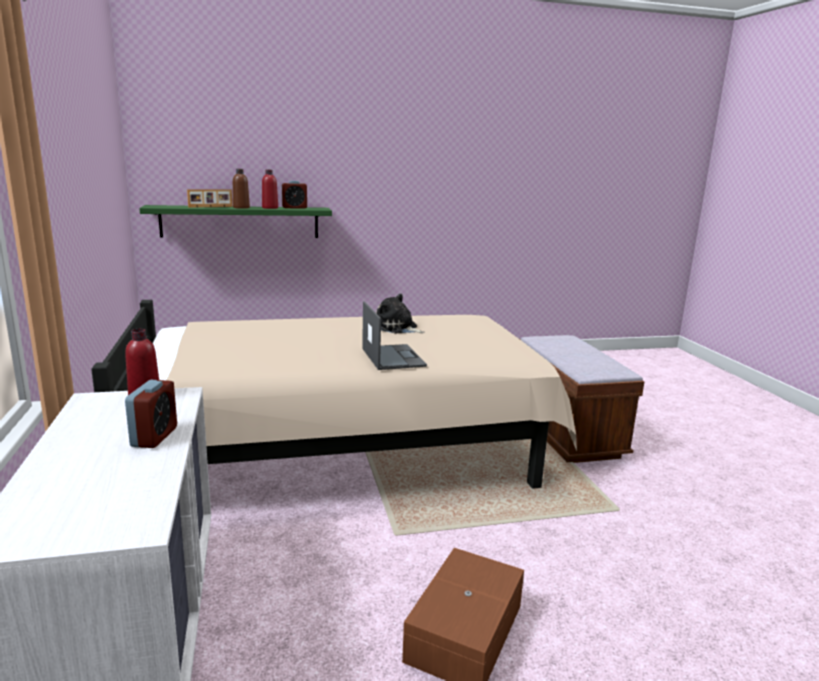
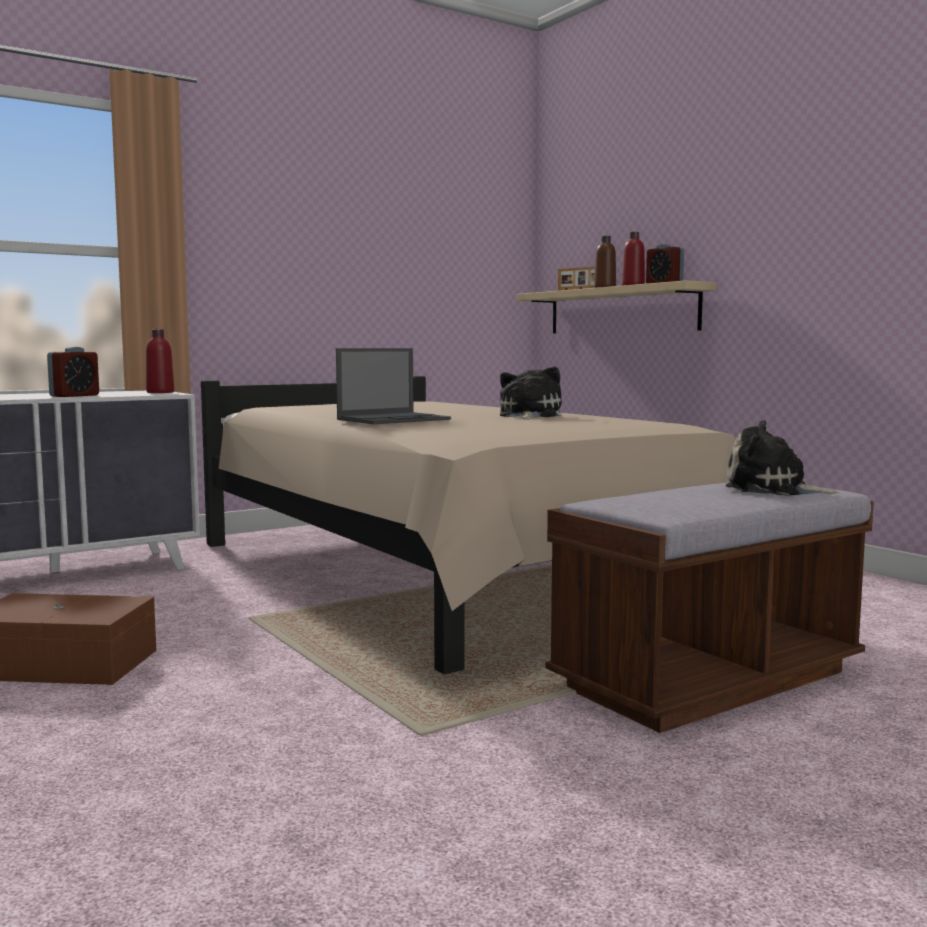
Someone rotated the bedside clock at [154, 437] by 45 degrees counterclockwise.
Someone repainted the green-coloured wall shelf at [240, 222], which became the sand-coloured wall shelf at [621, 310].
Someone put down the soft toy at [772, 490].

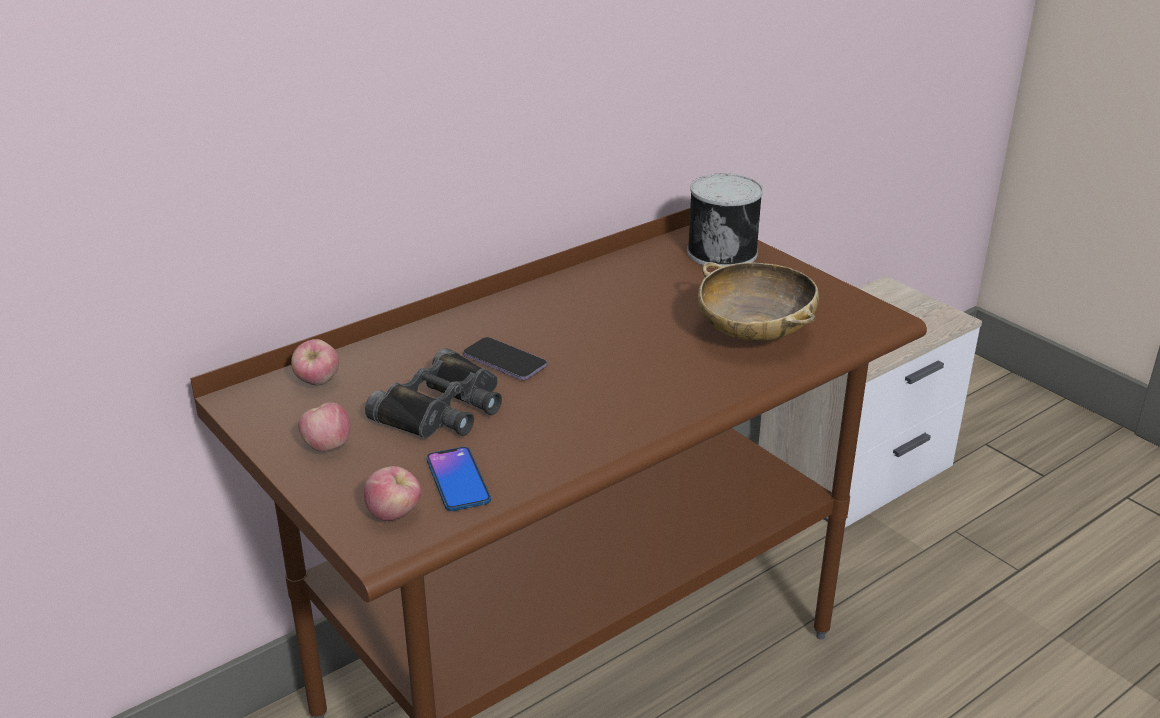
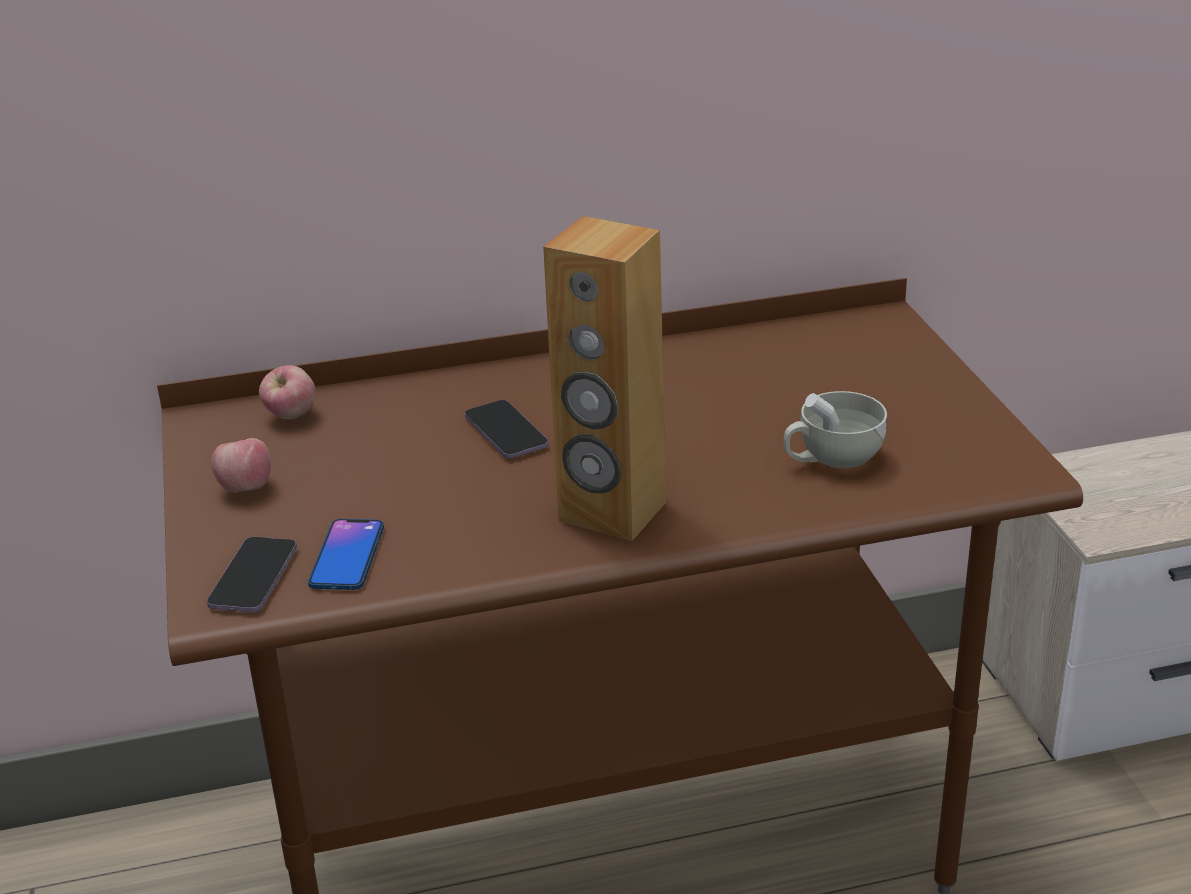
Someone swapped the apple fruit at [394, 514] for the phone at [253, 578].
Someone put down the brown-coloured speaker at [611, 512].
Someone swapped the sand-coloured serving bowl at [754, 334] for the whitish small cup at [831, 459].
Someone took away the black pair of binoculars at [443, 409].
Someone took away the can at [723, 252].

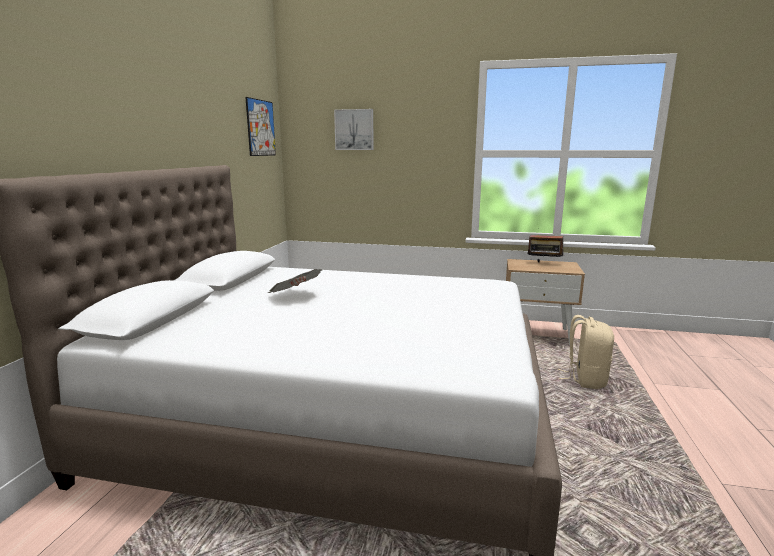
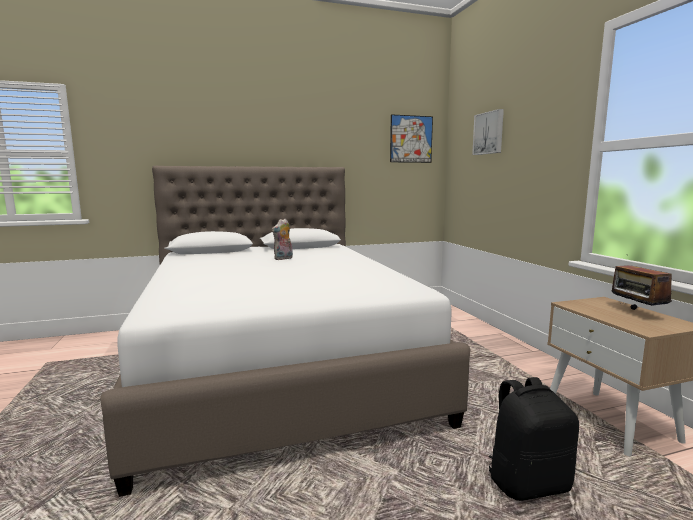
Someone swapped the daily paper at [295, 295] for the soft toy at [283, 258].
Someone repainted the sand-coloured knapsack at [585, 379], which became the black knapsack at [528, 483].

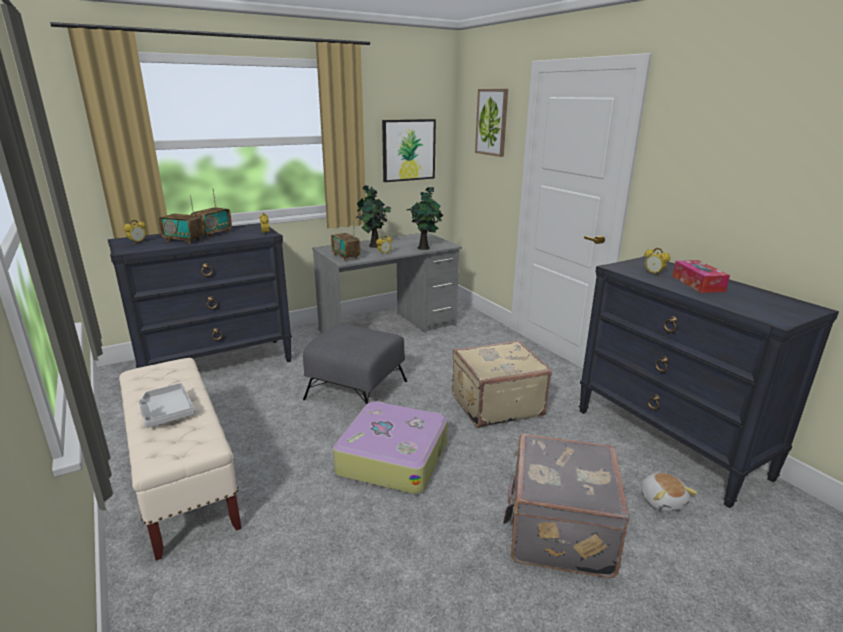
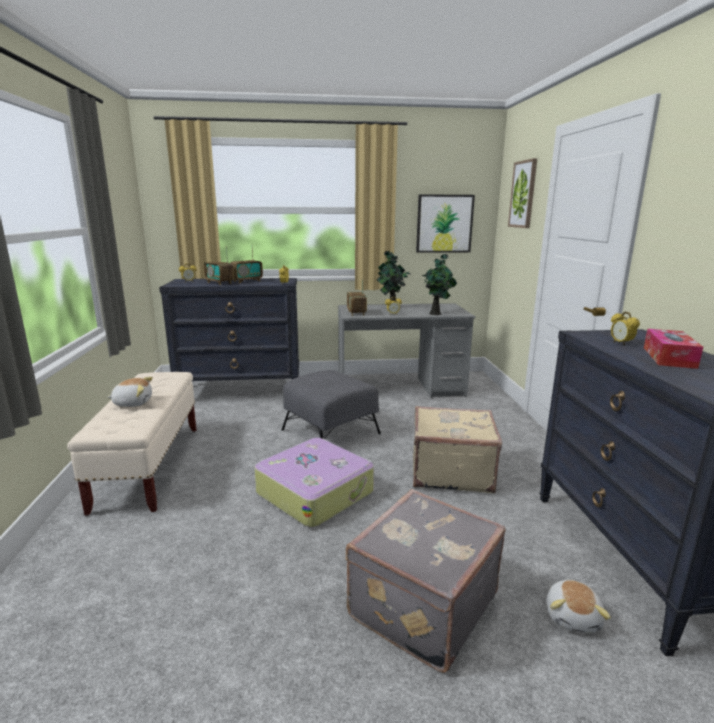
Someone swapped the gray serving tray at [167, 412] for the soft toy at [133, 403].

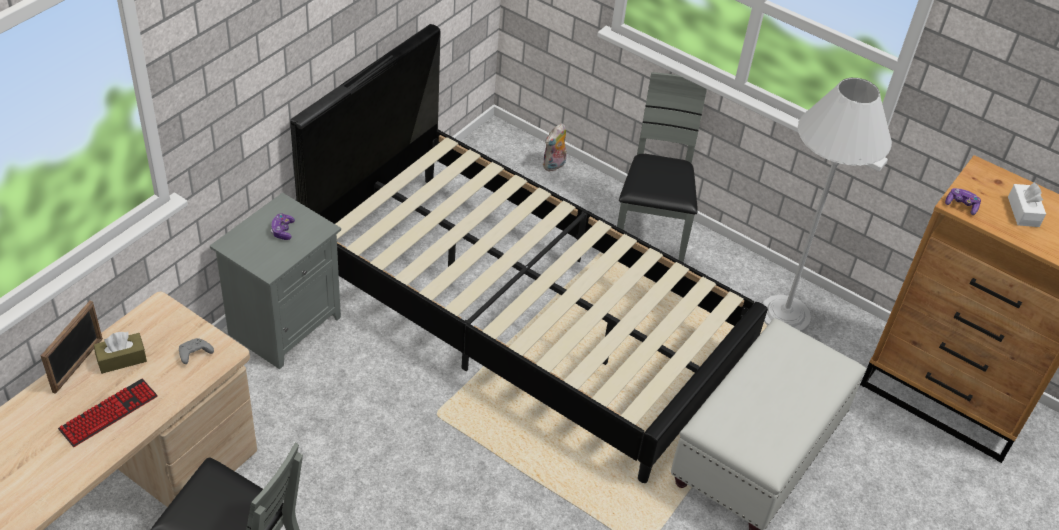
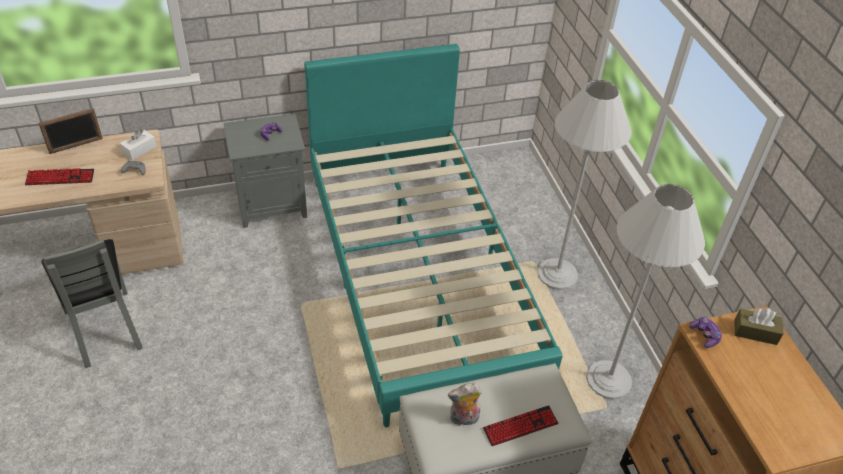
Someone carried the whitish box of tissues from [1023, 212] to [139, 150].
Someone repainted the black sleeping bed at [523, 314], which became the turquoise-coloured sleeping bed at [419, 275].
Someone carried the soft toy from [554, 166] to [463, 419].
Someone put down the keyboard at [520, 426].
Someone swapped the gray chair at [649, 239] for the whitish floor lamp at [557, 274].
Someone carried the brown-coloured box of tissues from [121, 359] to [755, 332].

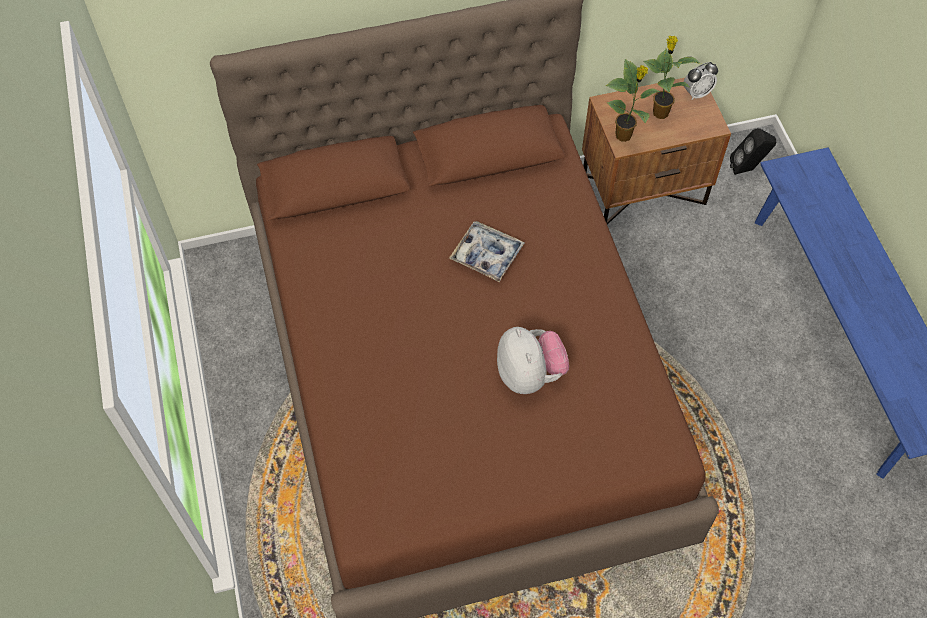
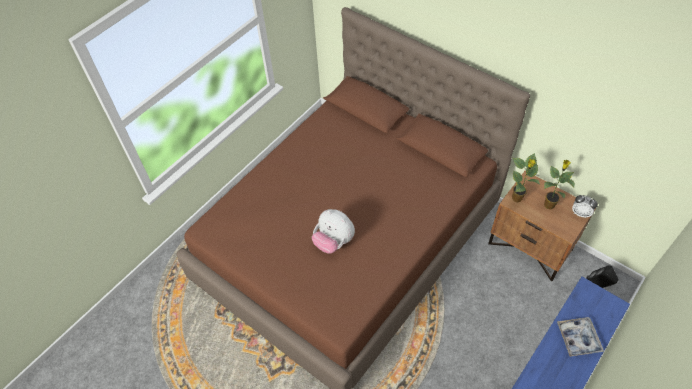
Someone rotated the soft toy at [530, 374] by 90 degrees clockwise.
Someone carried the serving tray from [486, 255] to [578, 338].

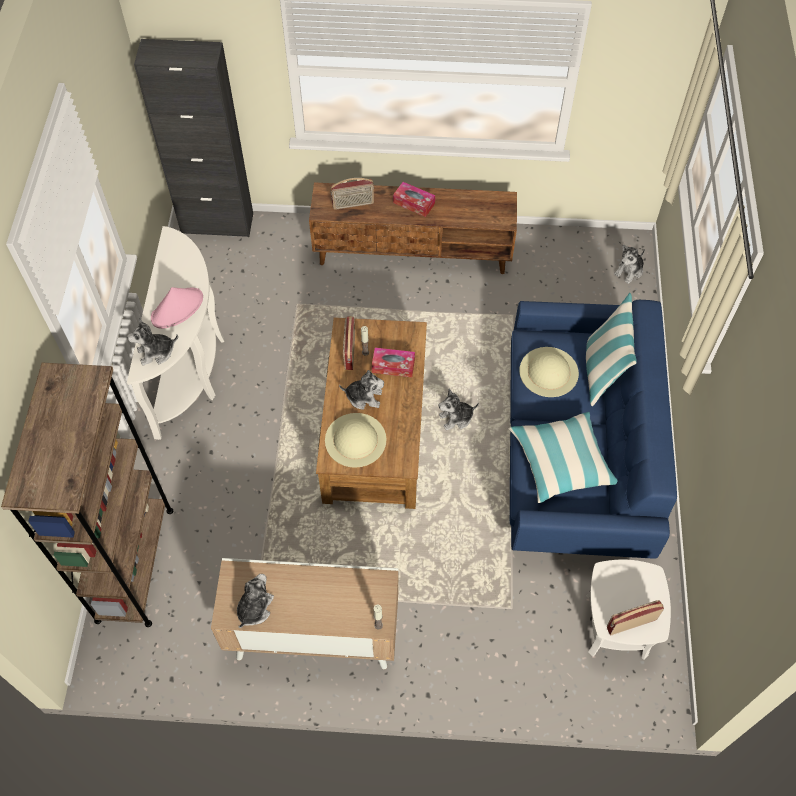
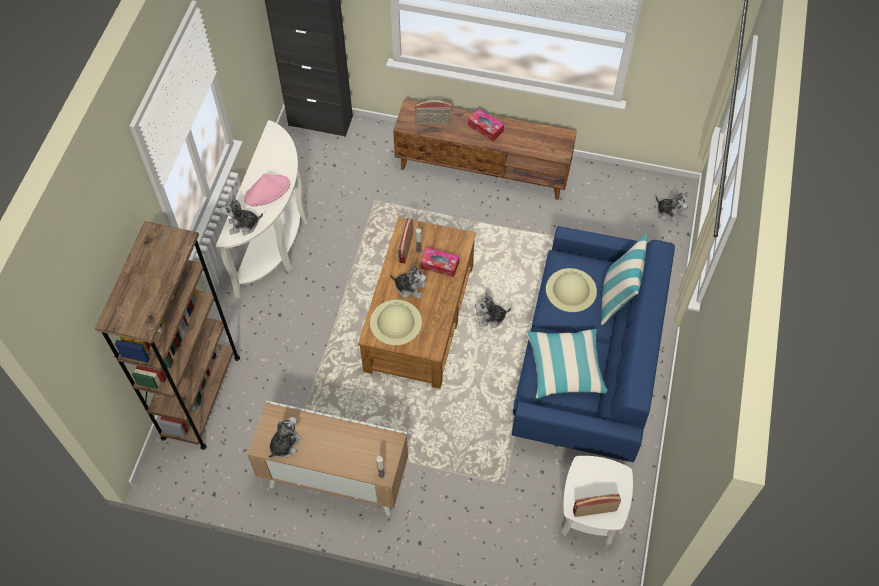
Someone rotated the soft toy at [629, 271] by 105 degrees counterclockwise.

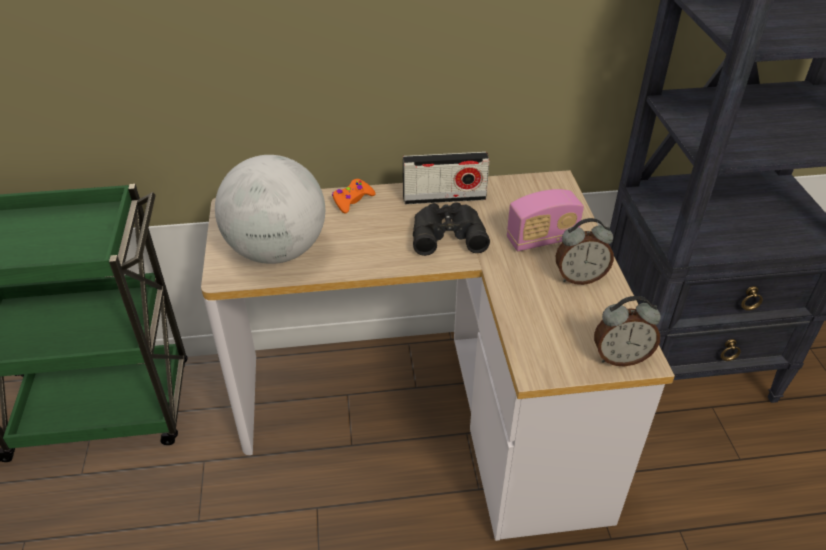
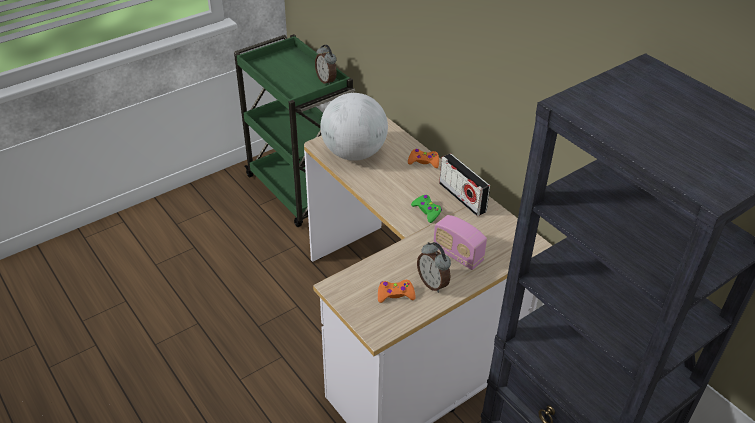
Someone carried the bedside clock from [620, 357] to [326, 80].
Someone put down the orangey game controller at [395, 294].
Someone swapped the black pair of binoculars at [447, 233] for the green-coloured game controller at [427, 211].

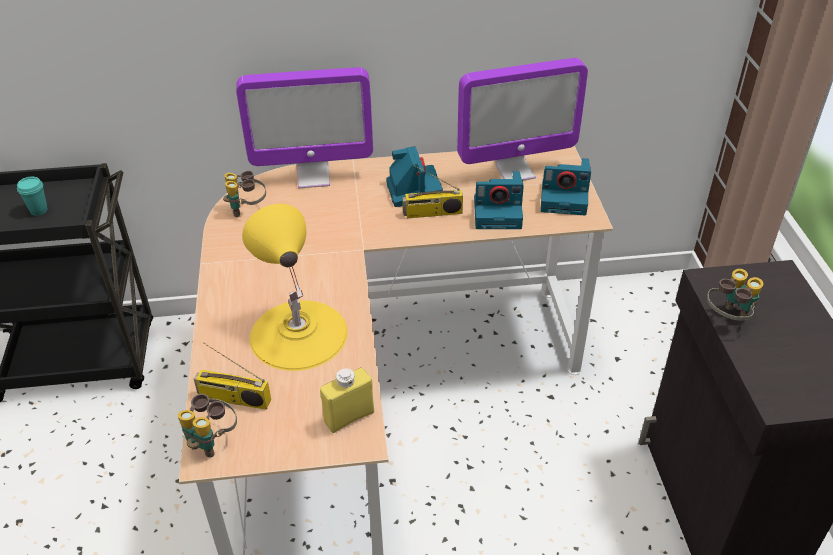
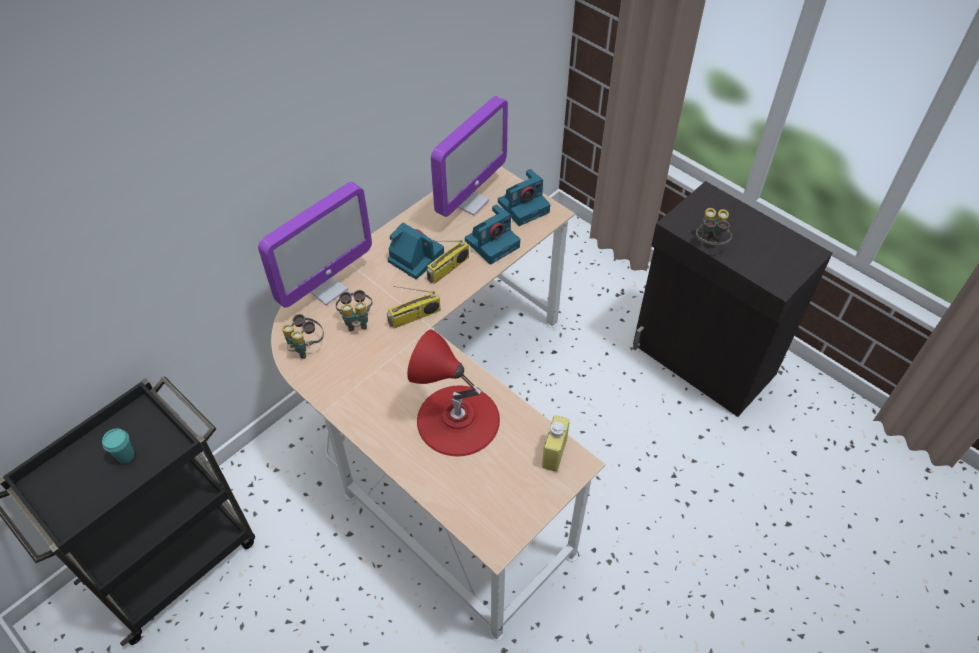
Someone carried the pair of binoculars from [211, 440] to [357, 321].
Someone carried the radio set from [233, 399] to [414, 317].
Someone repainted the yellow tabletop lamp at [298, 334], which became the red tabletop lamp at [457, 420].

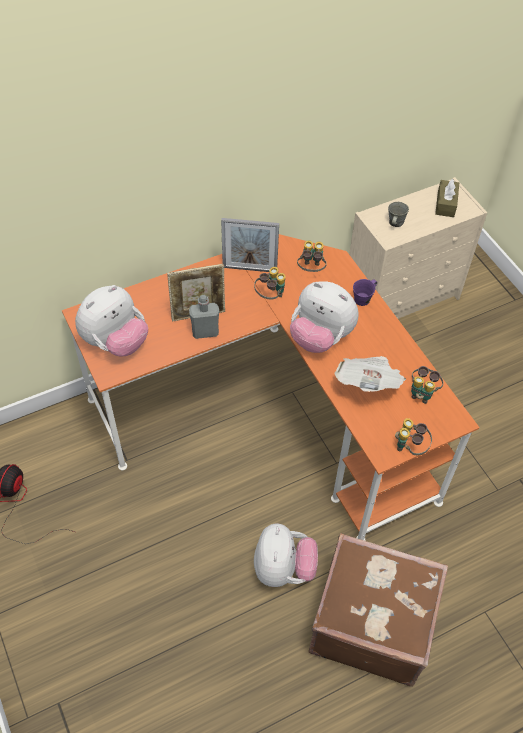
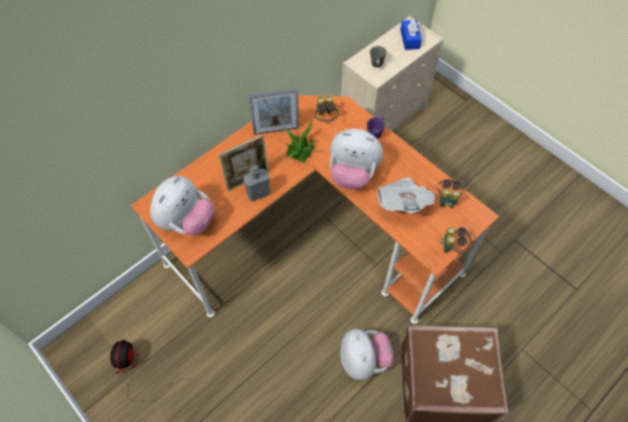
Someone swapped the pair of binoculars at [270, 296] for the plant in a pot at [301, 149].
Someone repainted the brown-coloured box of tissues at [445, 204], which became the blue box of tissues at [410, 39].

